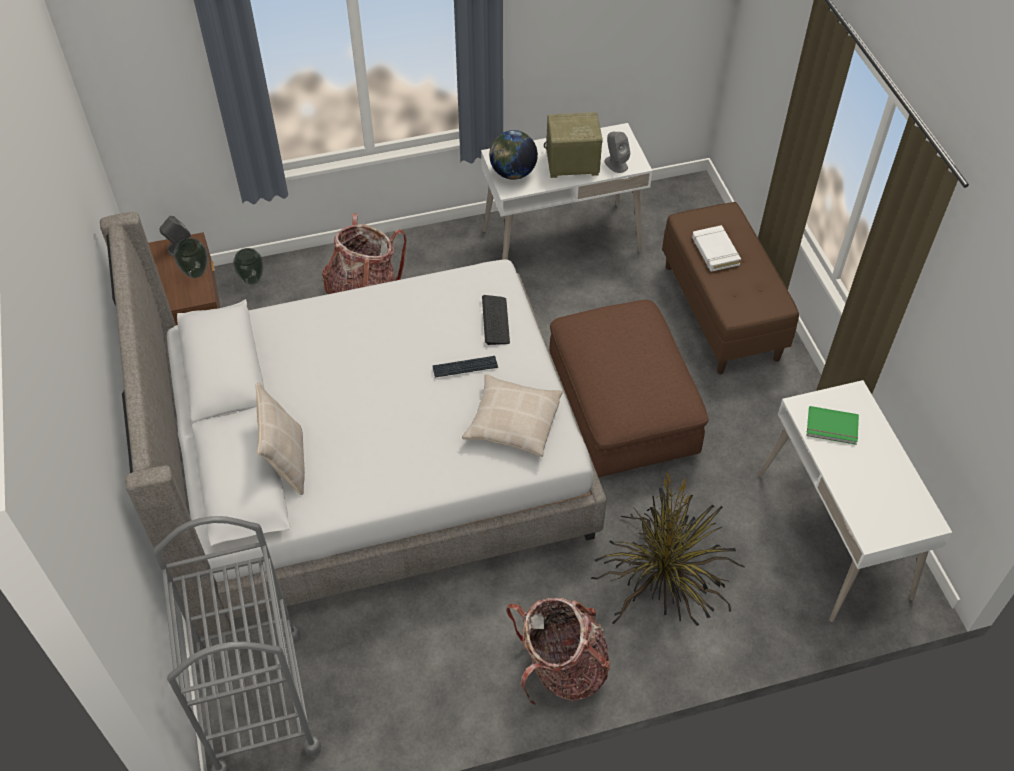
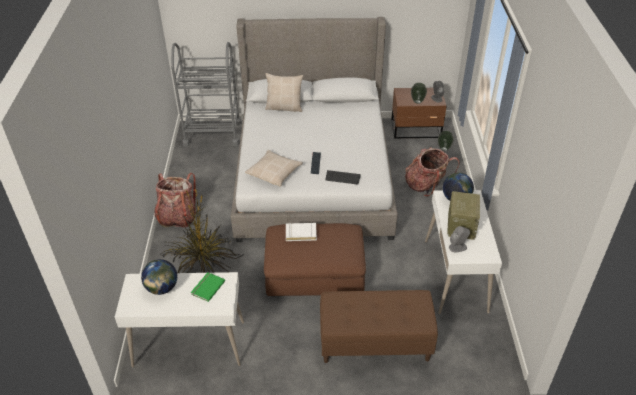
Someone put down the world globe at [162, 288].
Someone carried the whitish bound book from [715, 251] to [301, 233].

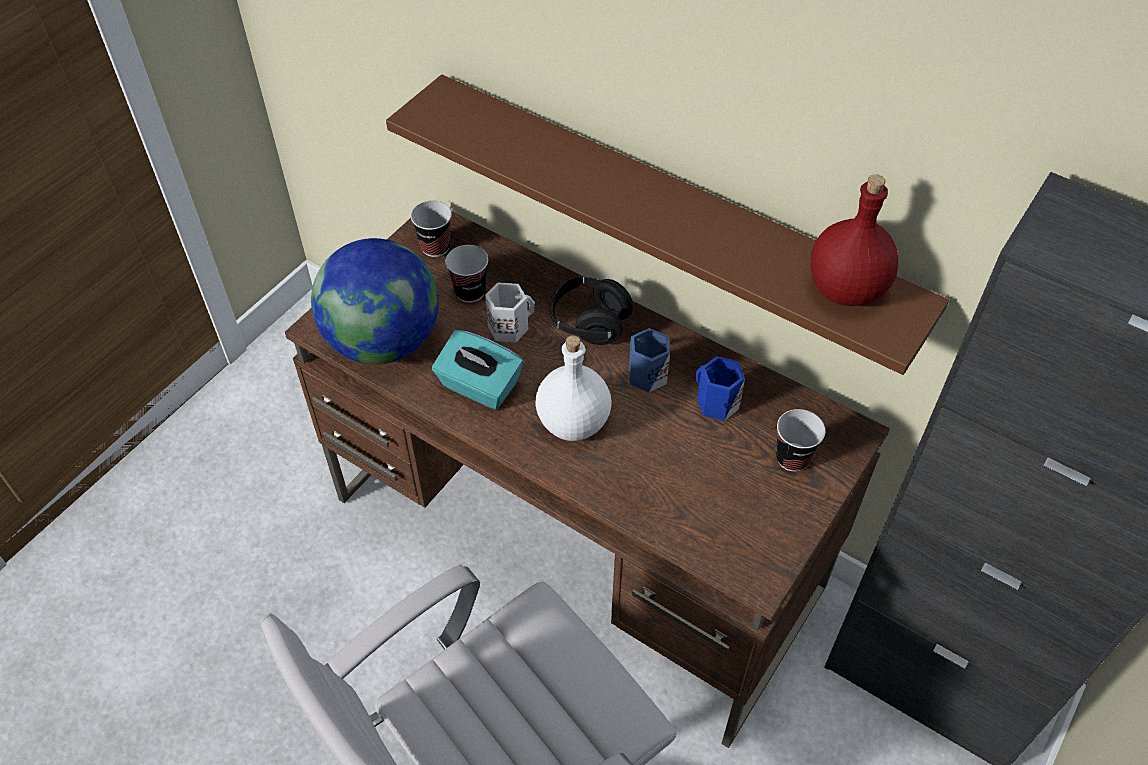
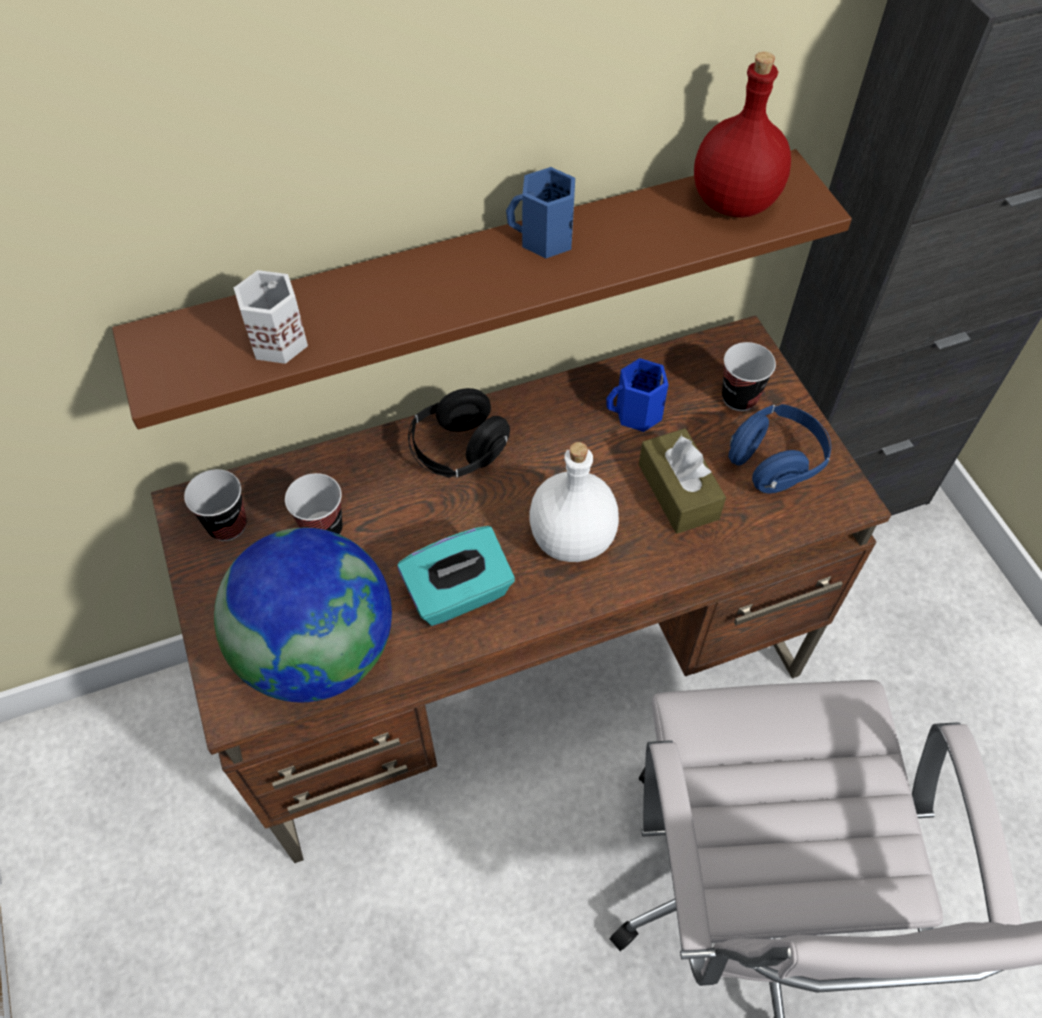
Someone carried the whitish coffee mug from [509, 326] to [277, 339].
Someone carried the blue coffee mug from [645, 375] to [544, 239].
Someone put down the brown-coloured box of tissues at [678, 491].
Someone put down the blue headphones at [775, 462].

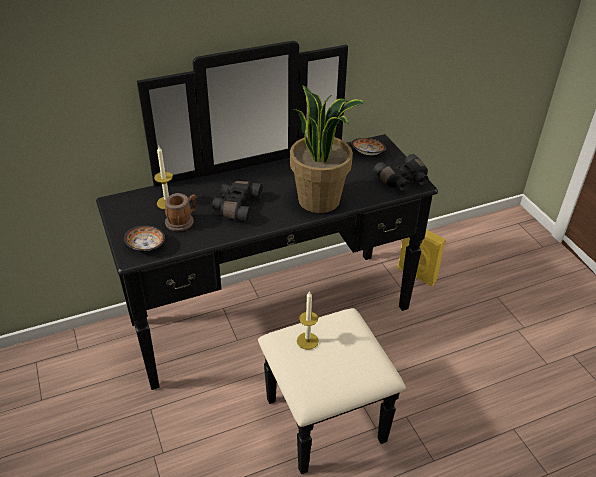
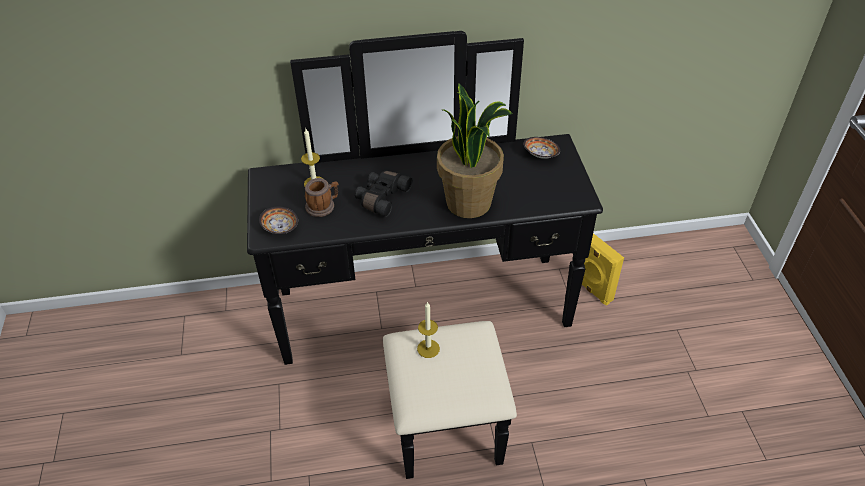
Someone took away the black pair of binoculars at [403, 180].

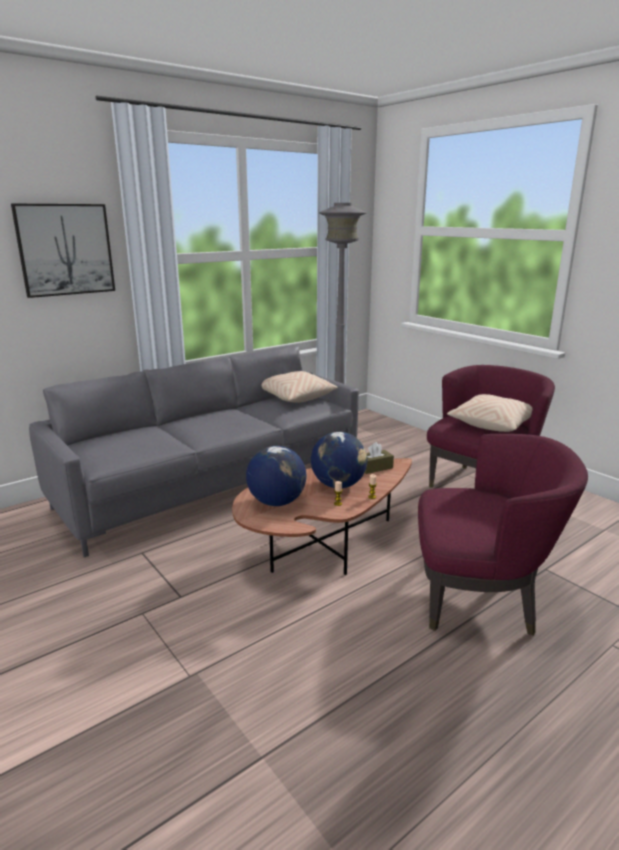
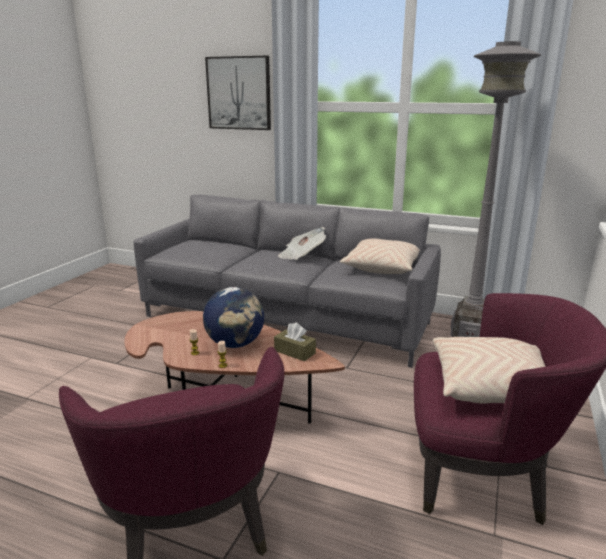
Someone put down the daily paper at [302, 255].
Someone took away the world globe at [276, 502].

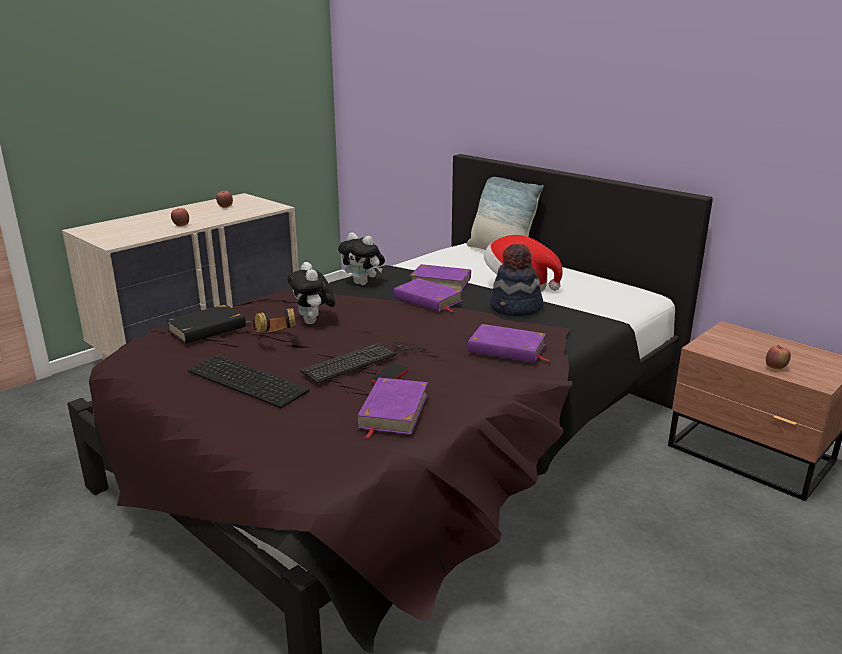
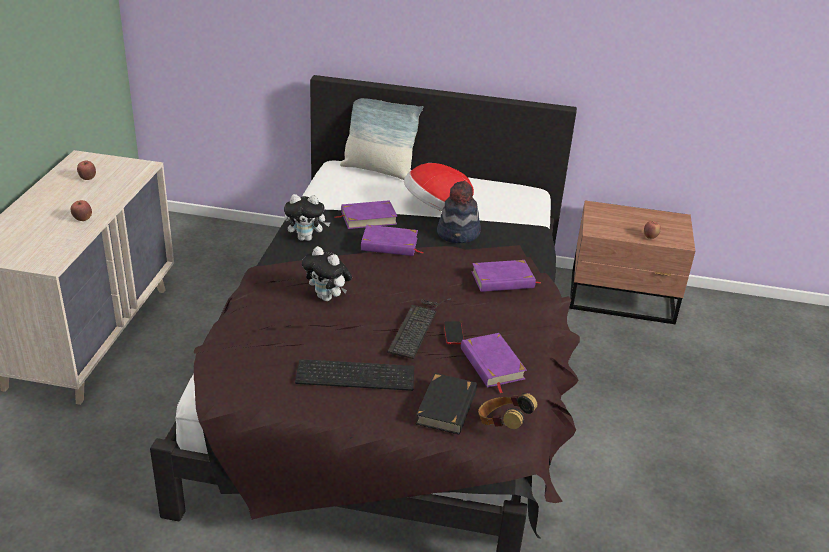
Someone carried the black bound book from [207, 329] to [447, 407].
Someone carried the headphones from [275, 339] to [502, 425].

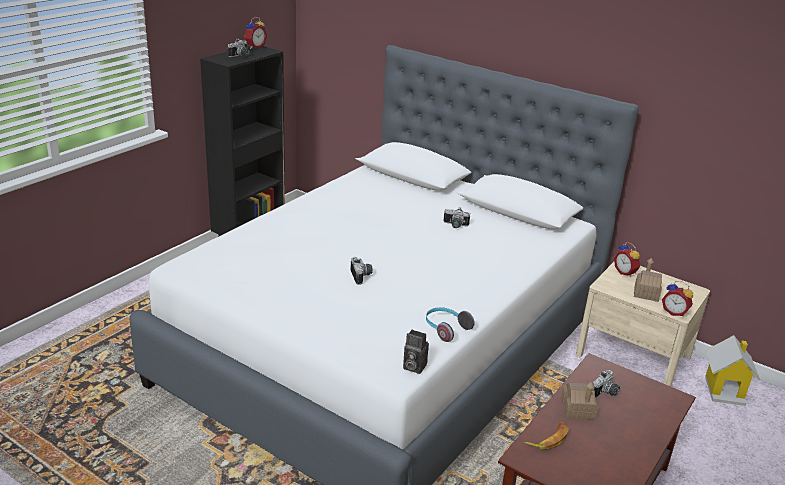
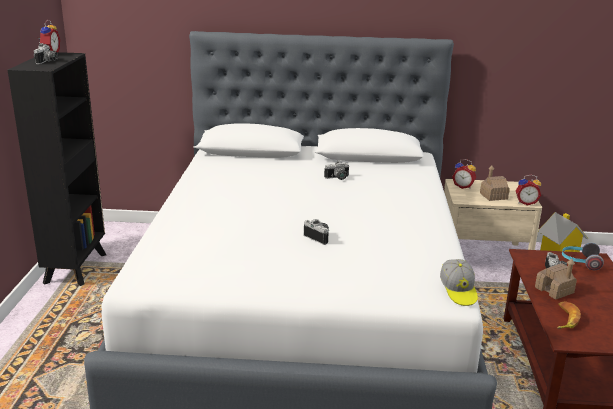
Someone swapped the still camera at [413, 366] for the cap at [458, 291].
Someone carried the headphones from [445, 329] to [580, 262].

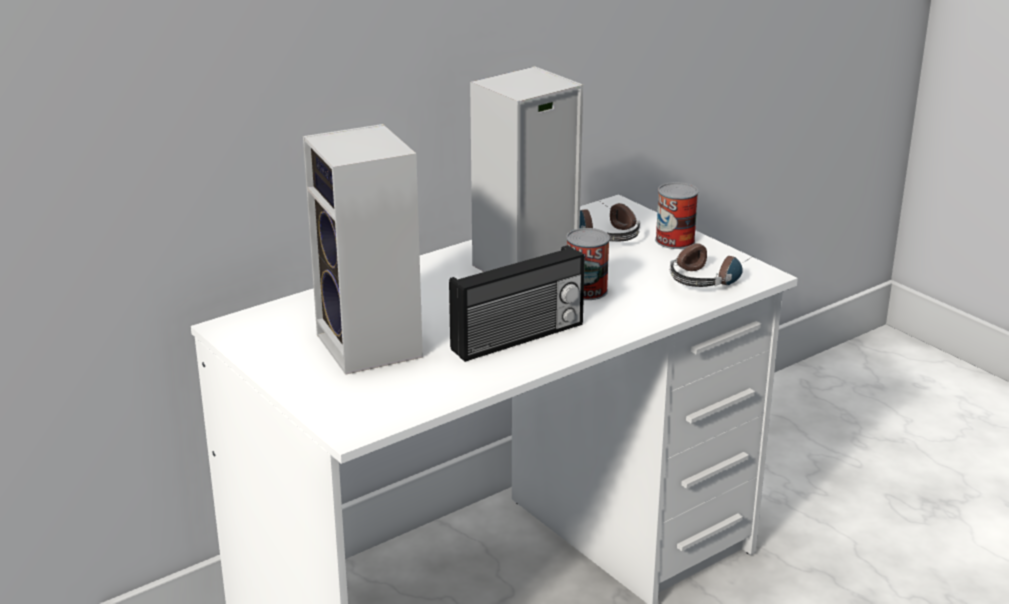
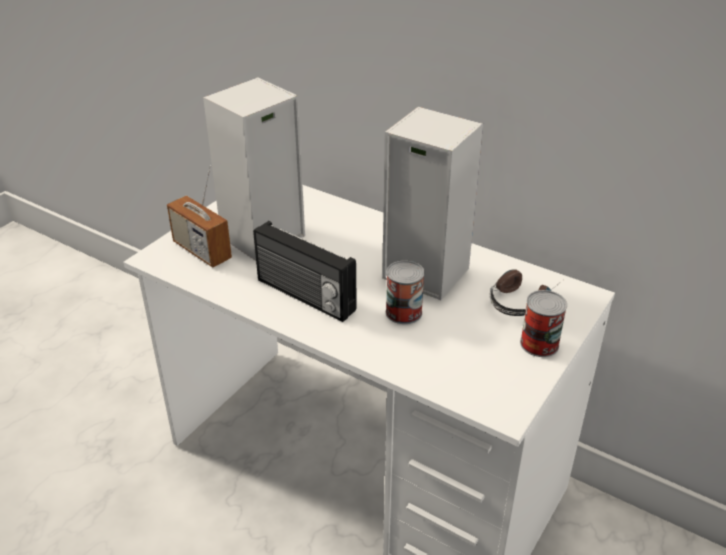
Someone put down the radio set at [202, 251].
Someone took away the headphones at [709, 277].

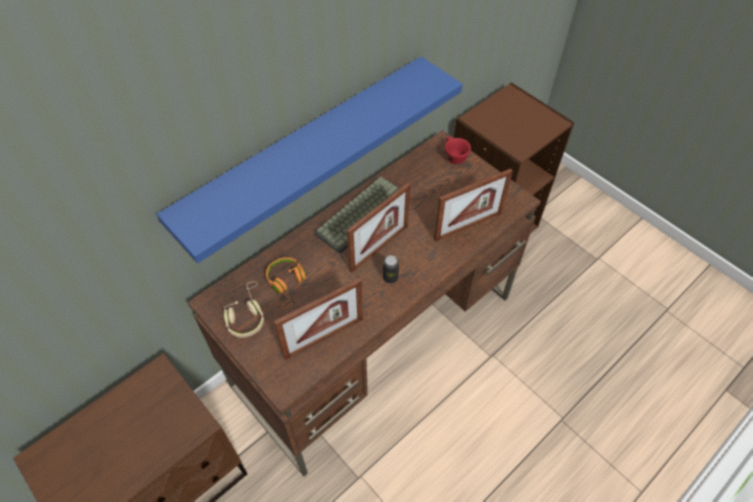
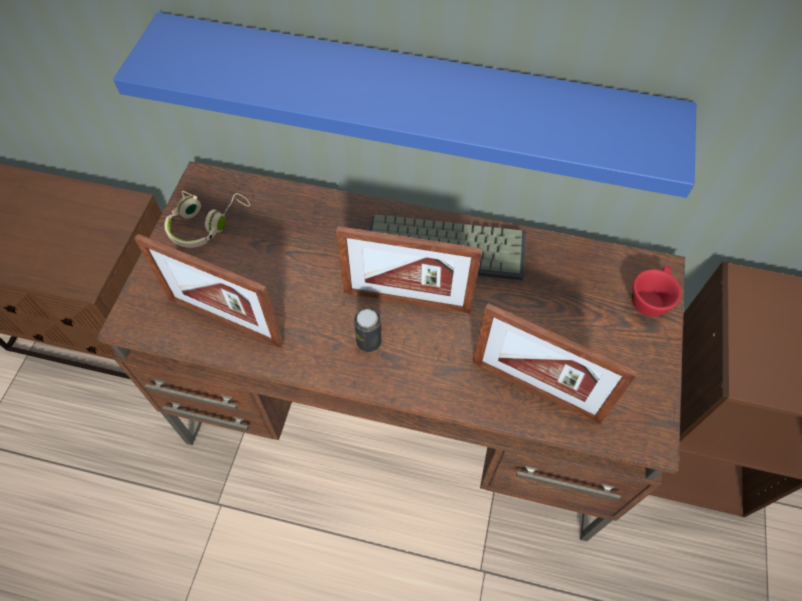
Someone took away the orangey headphones at [287, 284].

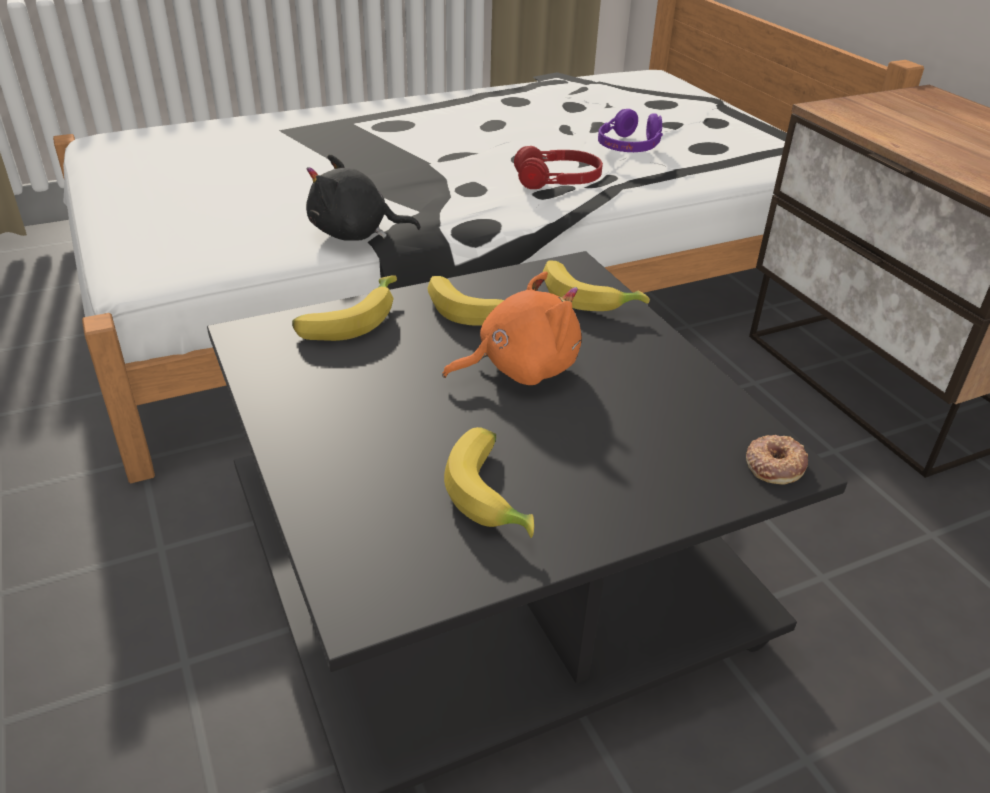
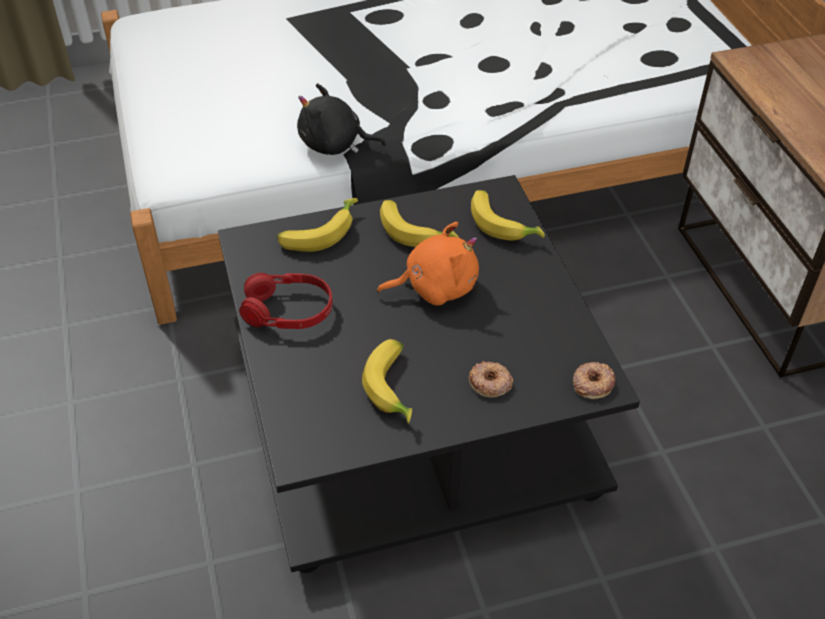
Someone carried the red headphones from [557, 181] to [288, 311].
Someone put down the donut at [490, 383].
Someone took away the purple-coloured headphones at [629, 146].

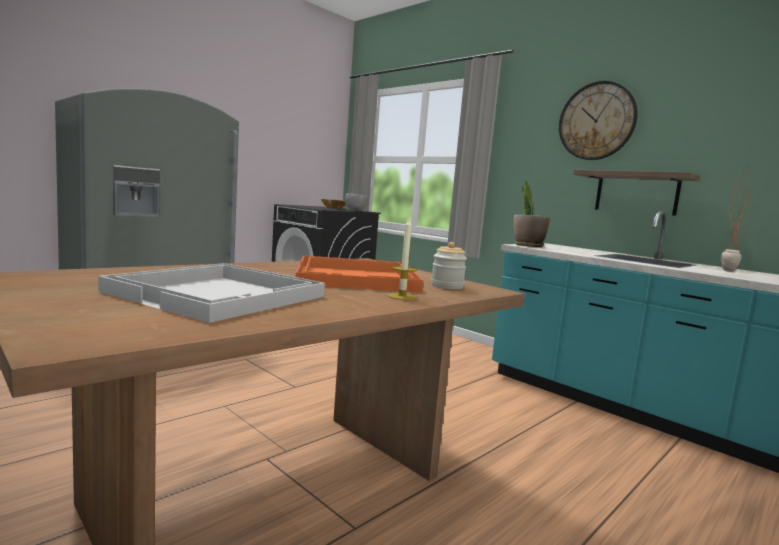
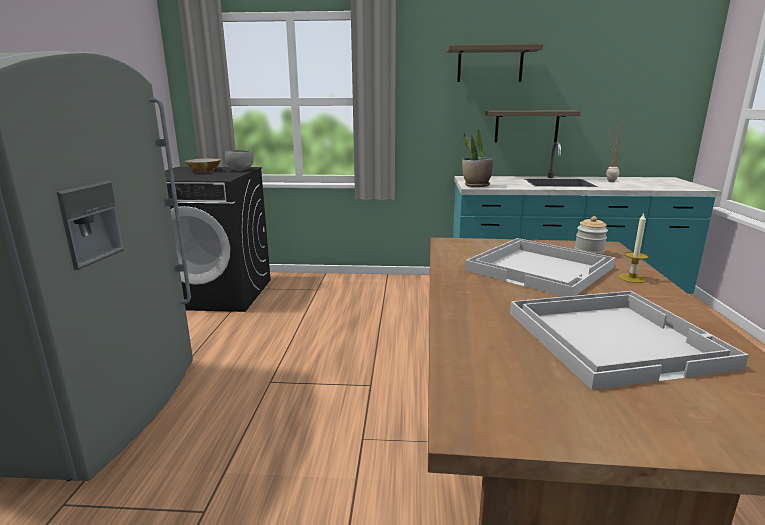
Someone swapped the hanging clock at [597, 121] for the wall shelf at [490, 64].
Someone repainted the orangey serving tray at [357, 278], which became the whitish serving tray at [541, 268].

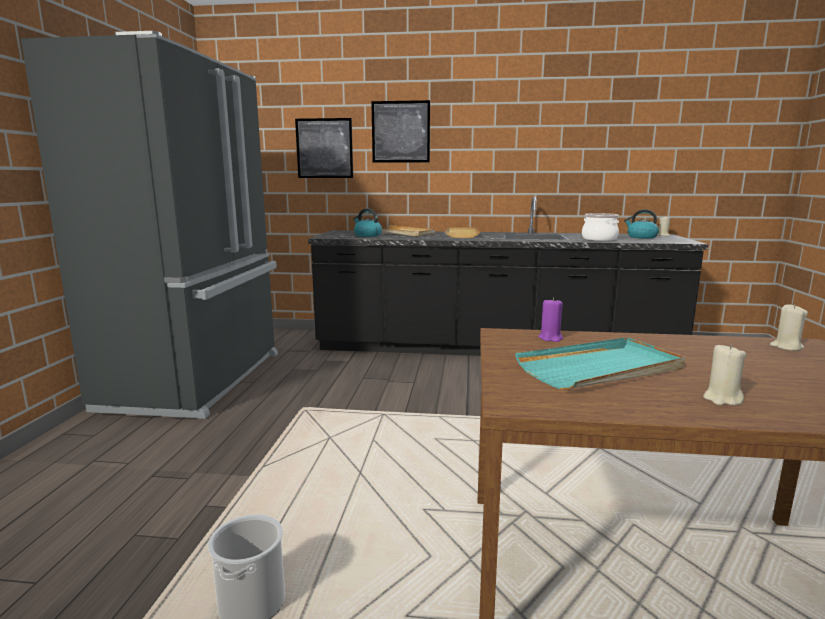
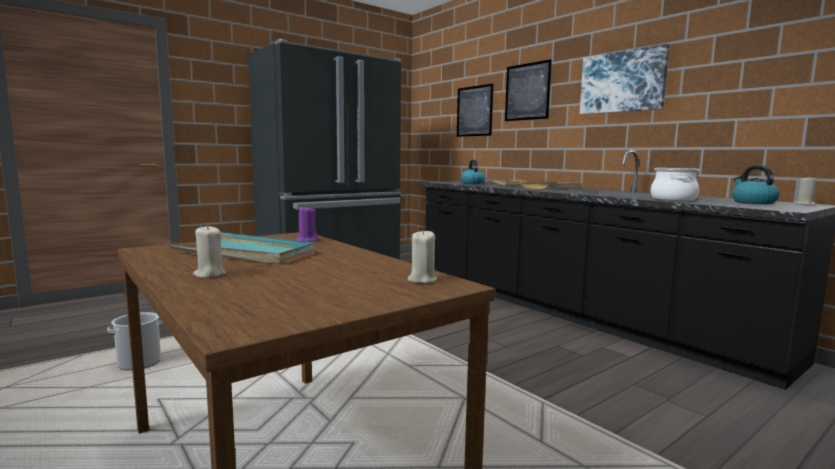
Someone put up the wall art at [622, 82].

